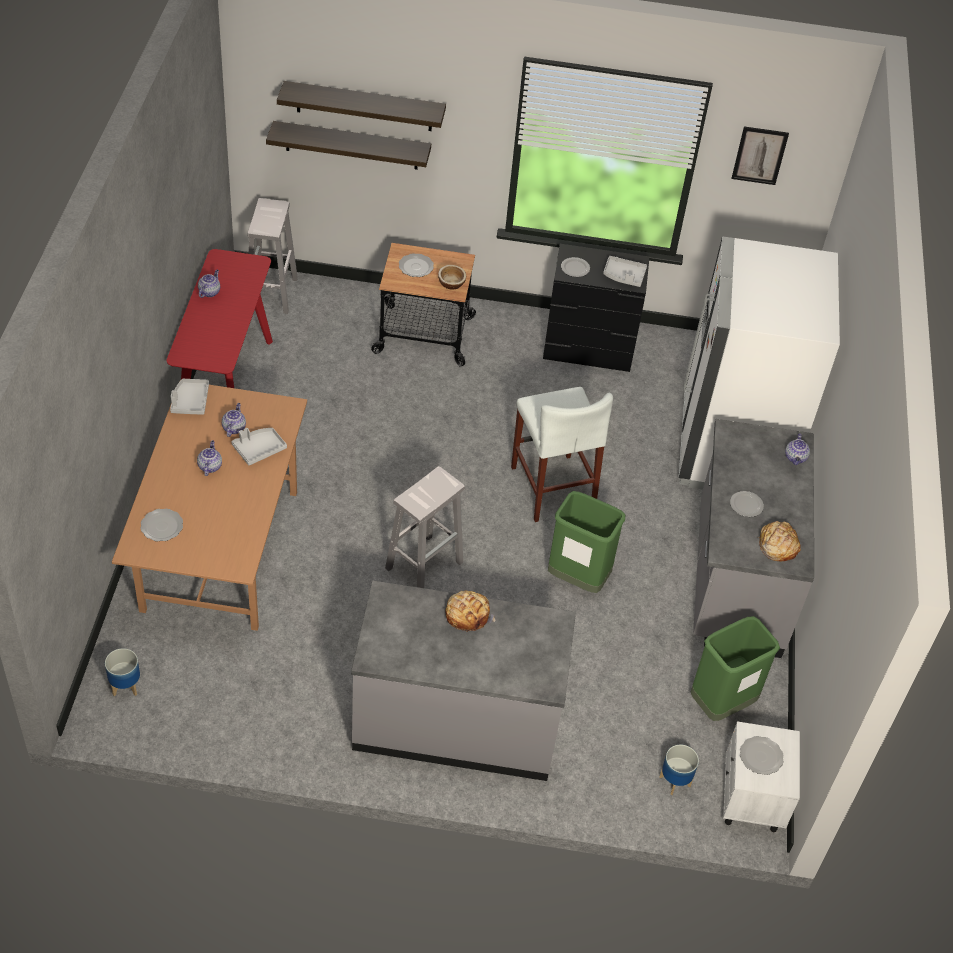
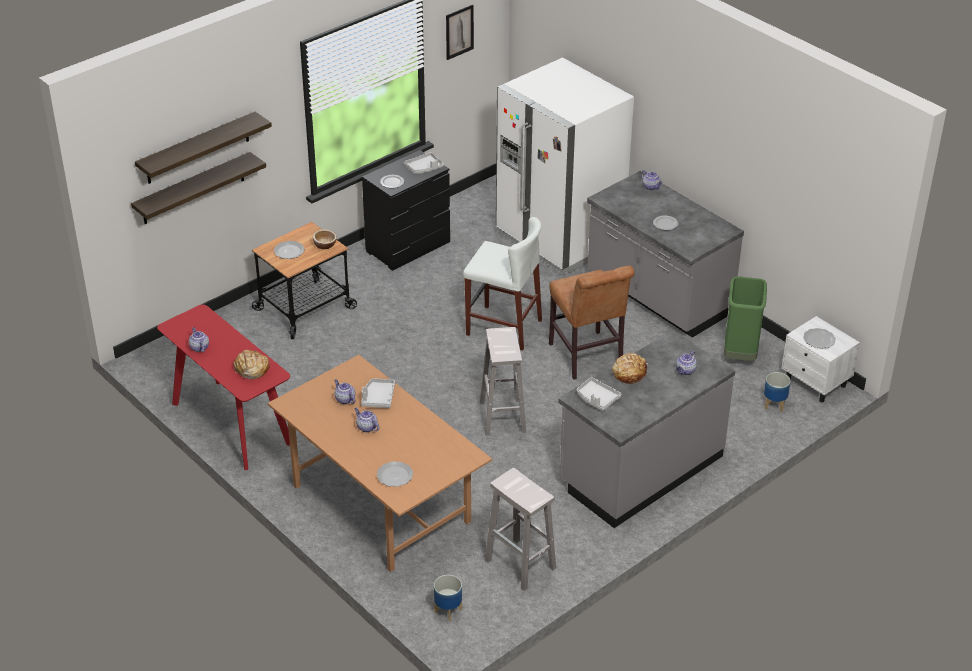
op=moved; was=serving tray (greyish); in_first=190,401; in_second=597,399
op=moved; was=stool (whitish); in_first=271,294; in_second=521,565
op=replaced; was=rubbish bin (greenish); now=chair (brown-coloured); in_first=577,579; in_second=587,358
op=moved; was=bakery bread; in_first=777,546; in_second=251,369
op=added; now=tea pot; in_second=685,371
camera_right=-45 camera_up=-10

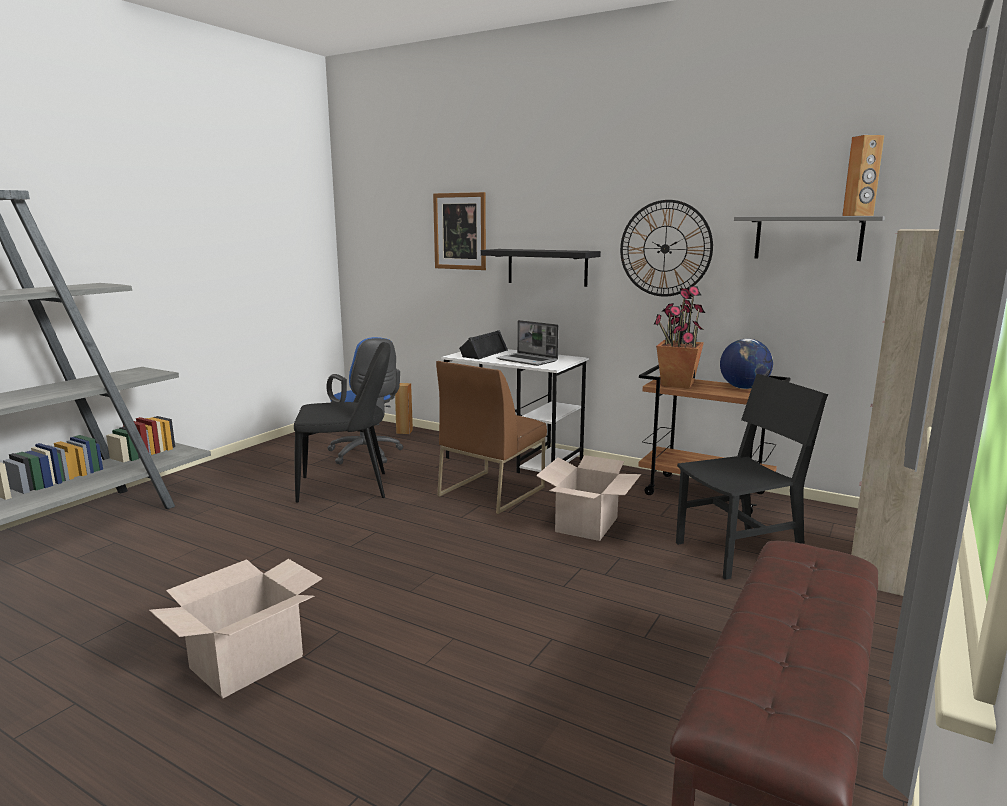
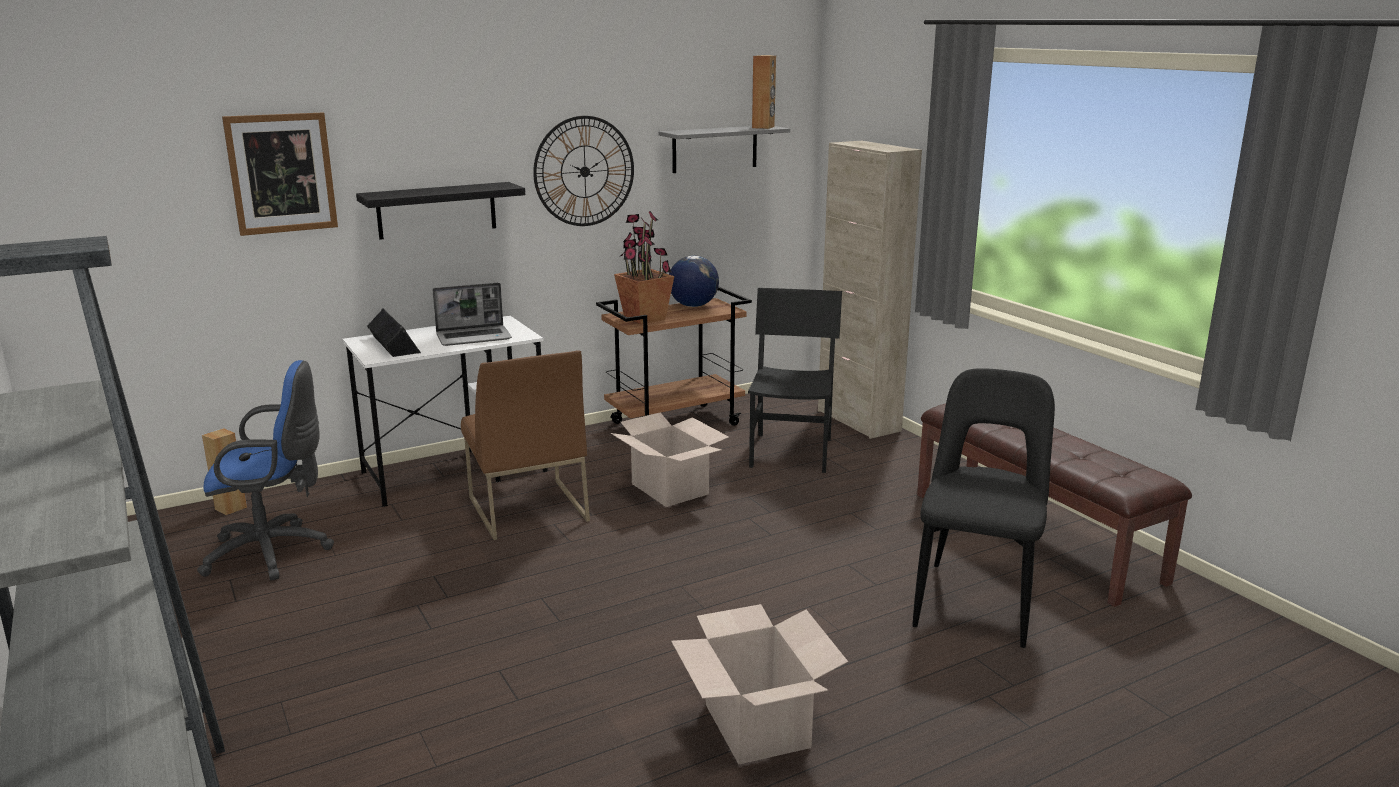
op=moved; was=chair (black-coloured); in_first=348,487; in_second=976,601
camera_right=-60 camera_up=5

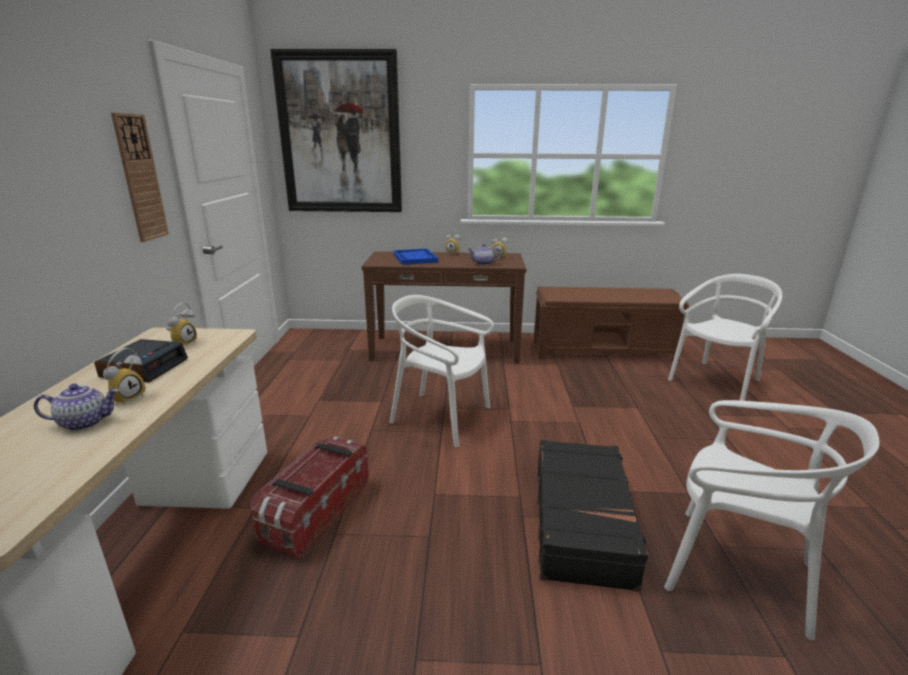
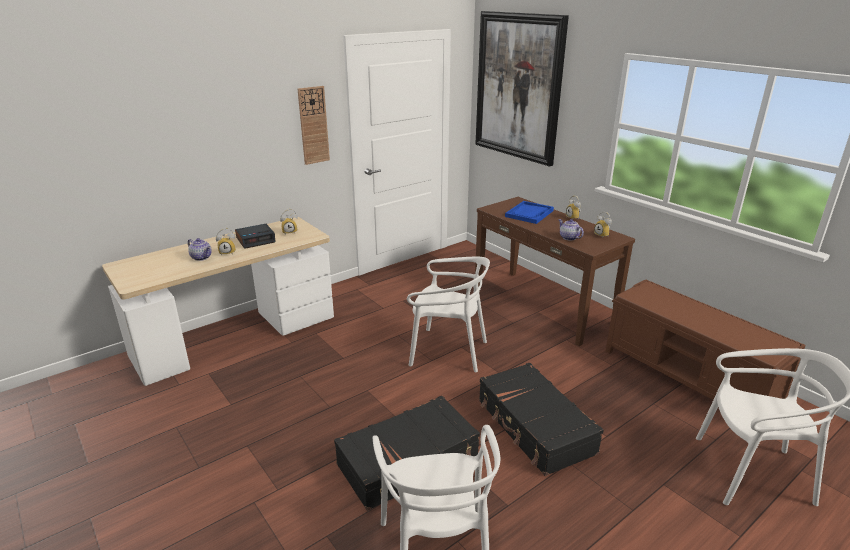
op=removed; was=storage container; in_first=315,513
op=turned; was=chair (whitish); in_first=441,417; in_second=448,351; clockwise=120
op=added; now=travel case (black-coloured); in_second=534,427
camera_right=50 camera_up=5

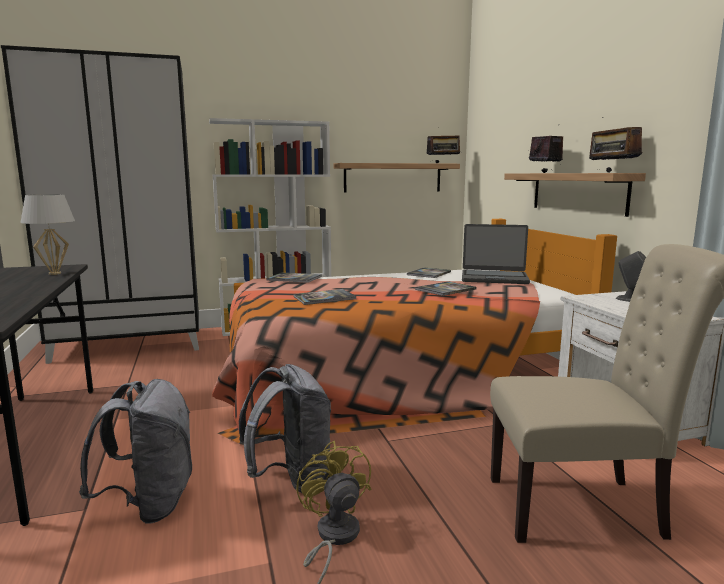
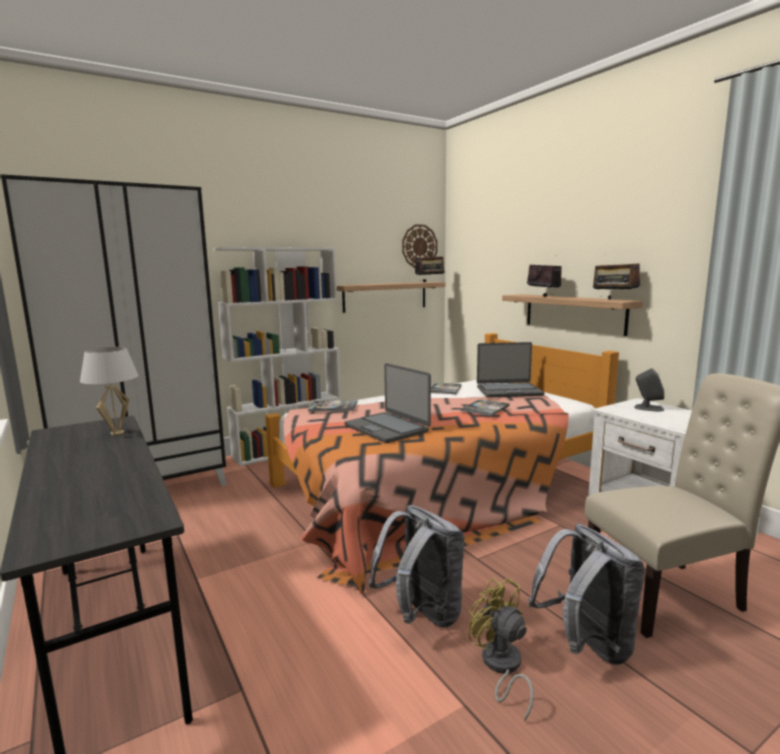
op=moved; was=rucksack (greyish); in_first=150,504; in_second=586,645
op=replaced; was=bound book; now=portable computer; in_first=324,298; in_second=387,428
op=added; now=wall clock; in_second=419,246
camera_right=-15 camera_up=0

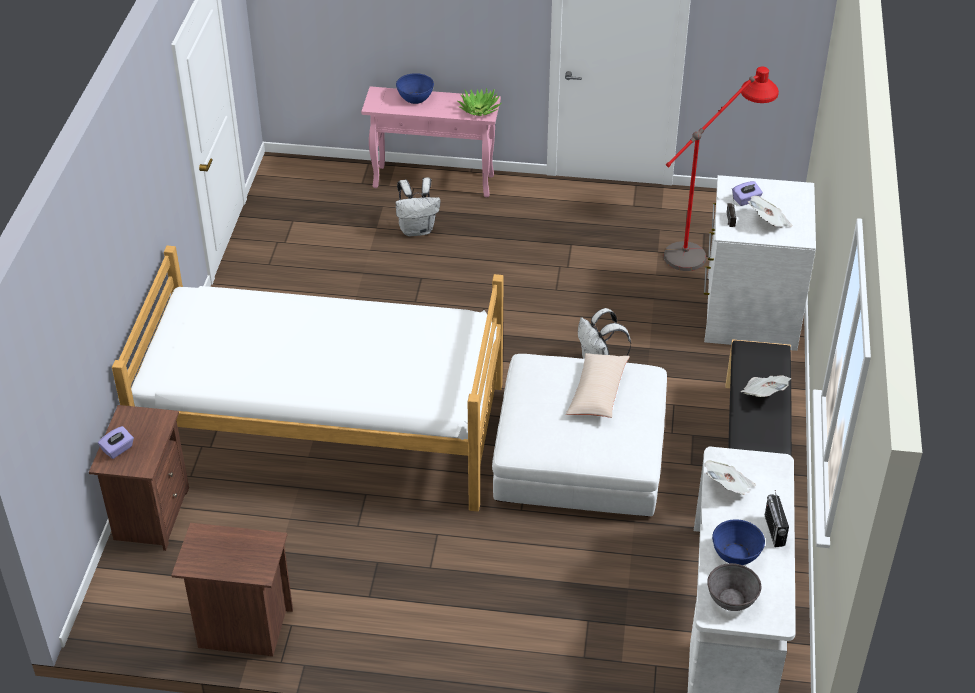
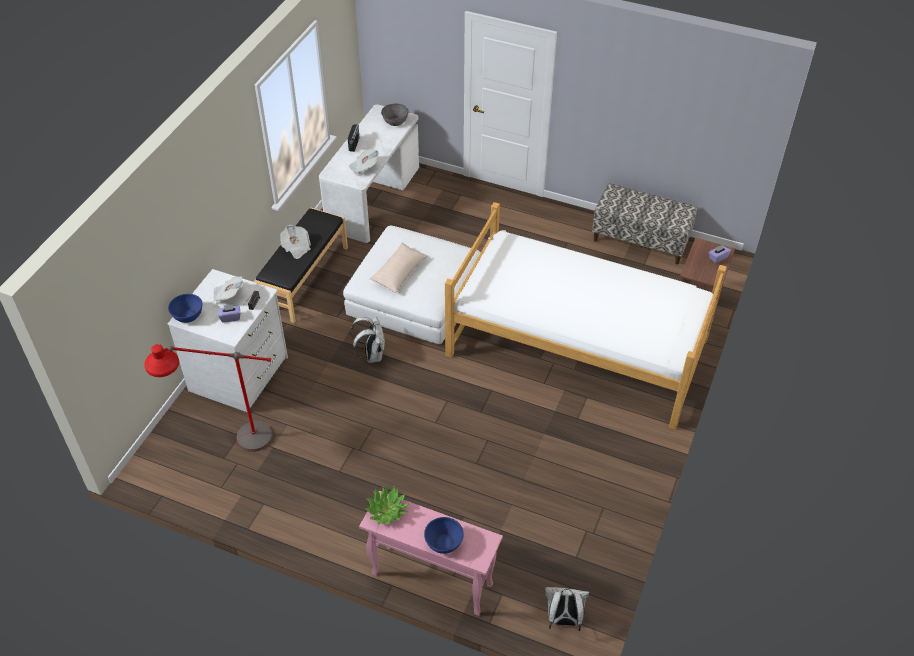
op=replaced; was=night table (brown-coloured); now=long seat; in_first=241,628; in_second=640,240
op=moved; was=rucksack (whitish); in_first=417,229; in_second=563,620
op=moved; was=bowl (blue); in_first=736,554; in_second=188,316
camera_right=-165 camera_up=5

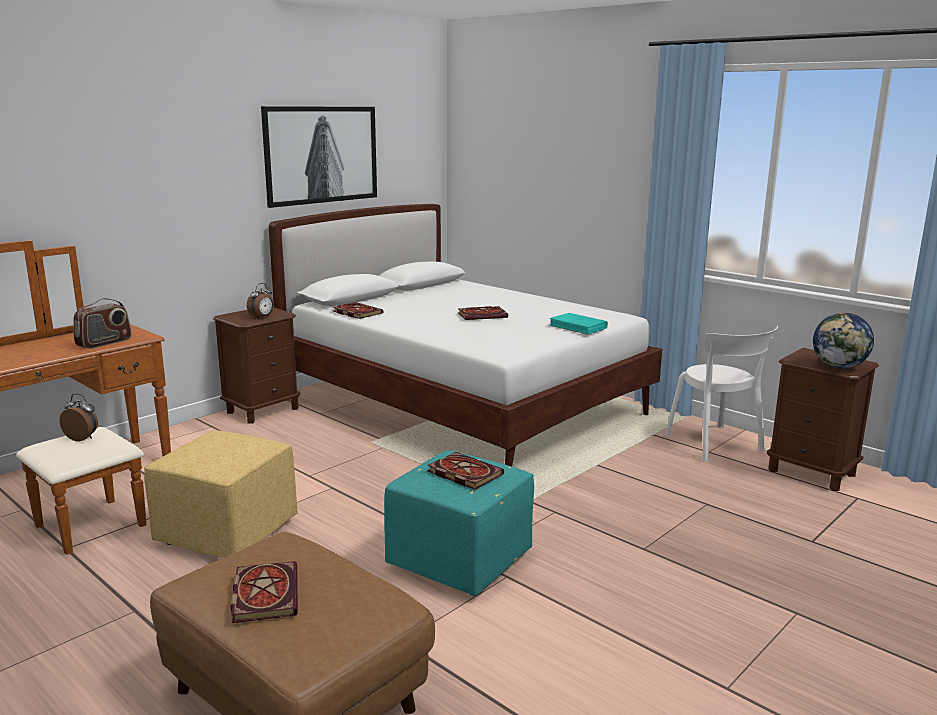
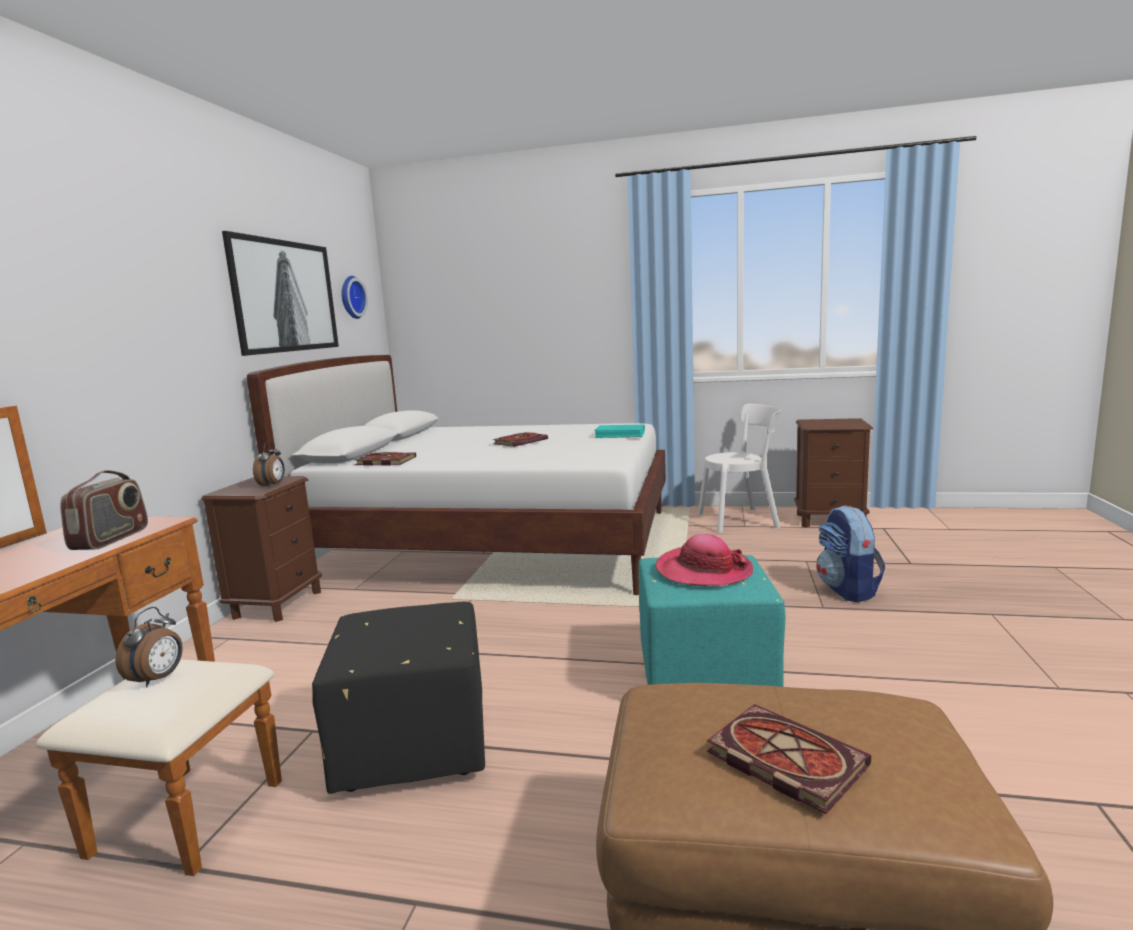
op=turned; was=alarm clock; in_first=83,438; in_second=158,679; clockwise=120
op=recoloured; was=footrest (yellow-coloured); now=footrest (black-coloured); in_first=226,532; in_second=411,745
op=replaced; was=bound book; now=clothing hat; in_first=462,473; in_second=703,570
op=turned; was=chair (whitish); in_first=716,444; in_second=741,520; clockwise=-45
op=removed; was=world globe; in_first=839,367
op=added; now=wall clock; in_second=351,297
op=added; now=rucksack; in_second=847,590
camera_right=-30 camera_up=-5

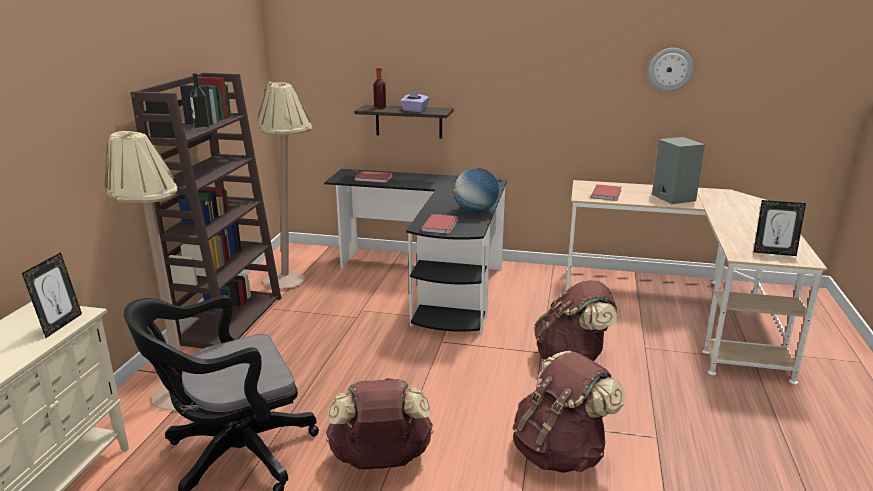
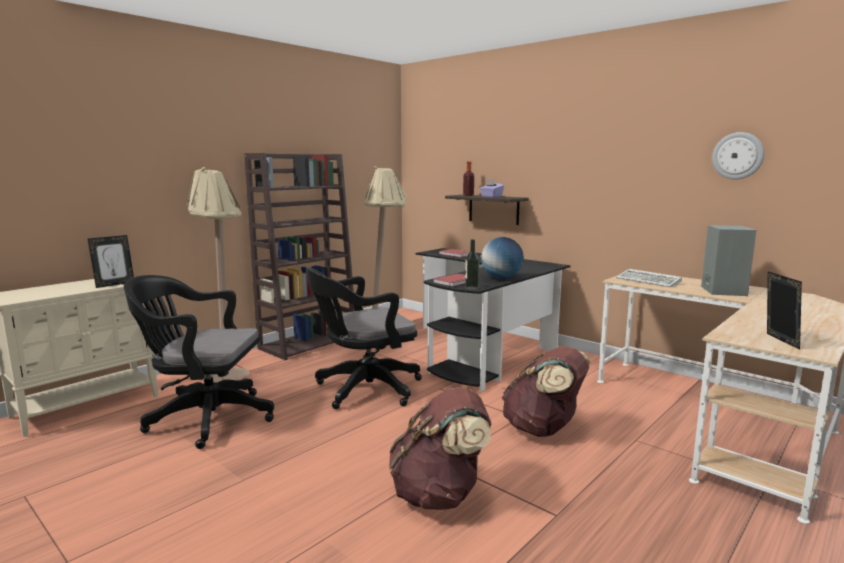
op=moved; was=bottle; in_first=202,128; in_second=471,288
op=removed; was=rucksack (brown-coloured); in_first=380,461
op=replaced; was=bound book (red); now=computer keyboard; in_first=607,194; in_second=649,281
op=turned; was=photo frame; in_first=774,253; in_second=778,341; clockwise=-135
op=added; now=desk chair (black-coloured); in_second=363,390
camera_right=30 camera_up=-10

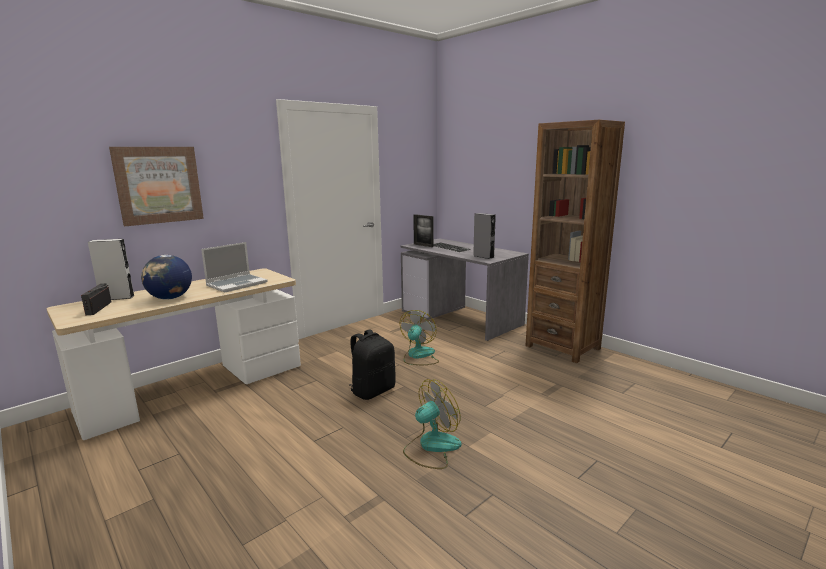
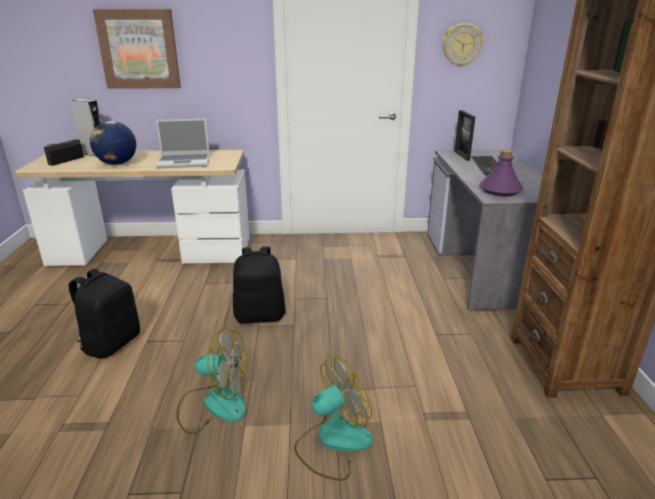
op=moved; was=cooling fan; in_first=418,356; in_second=333,442
op=replaced; was=audio speaker (greyish); now=bottle (purple-coloured); in_first=483,256; in_second=500,190
op=added; now=rucksack (black-coloured); in_second=111,343
op=added; now=wall clock; in_second=462,45
camera_right=40 camera_up=10

